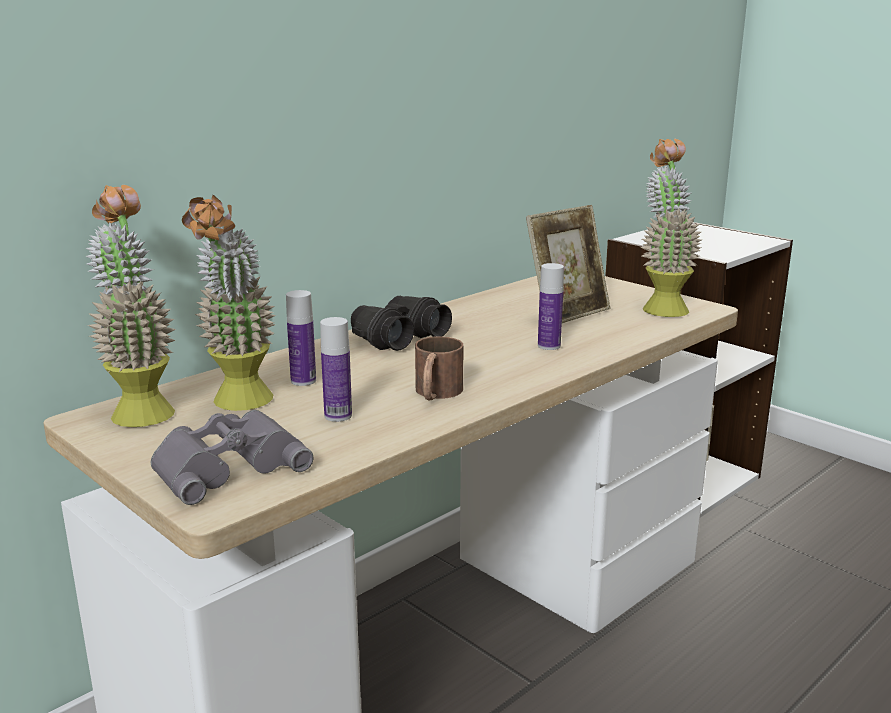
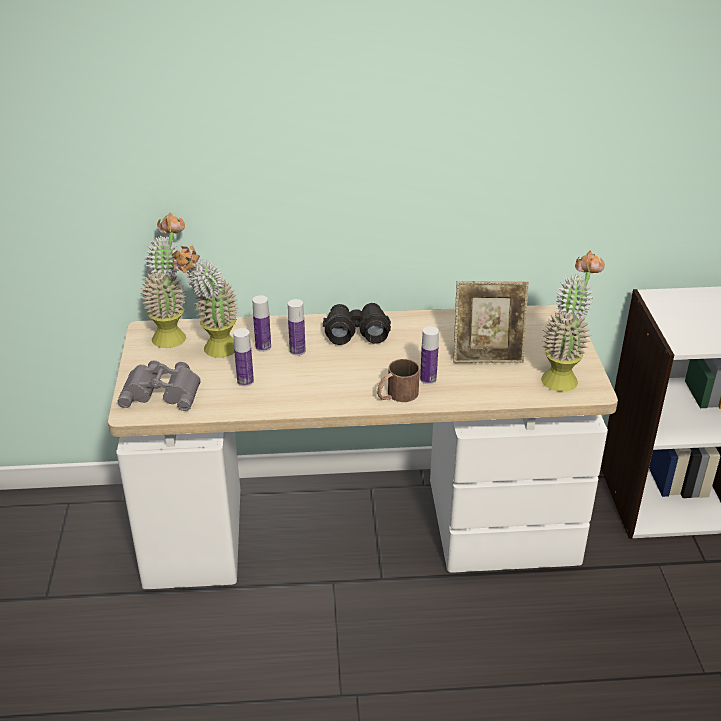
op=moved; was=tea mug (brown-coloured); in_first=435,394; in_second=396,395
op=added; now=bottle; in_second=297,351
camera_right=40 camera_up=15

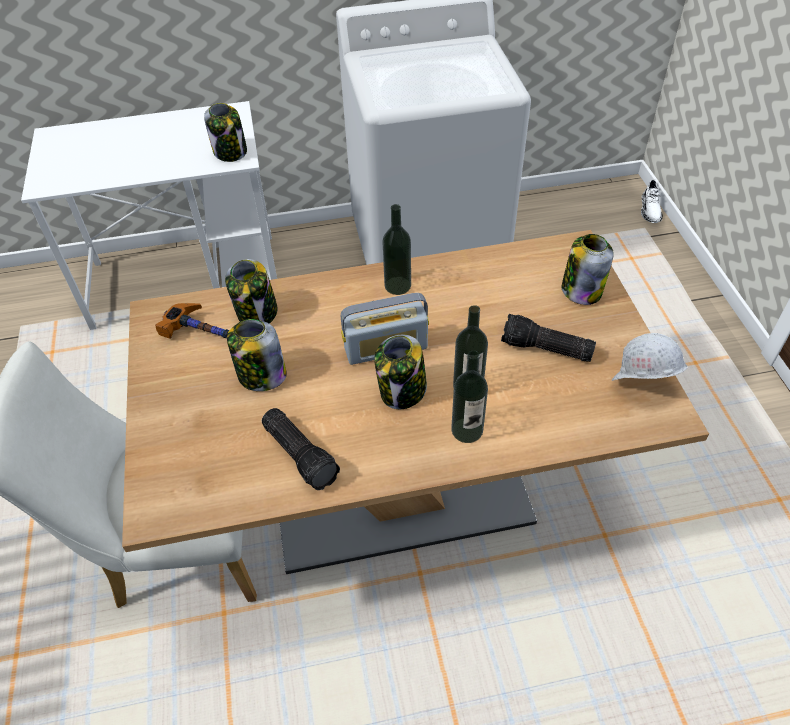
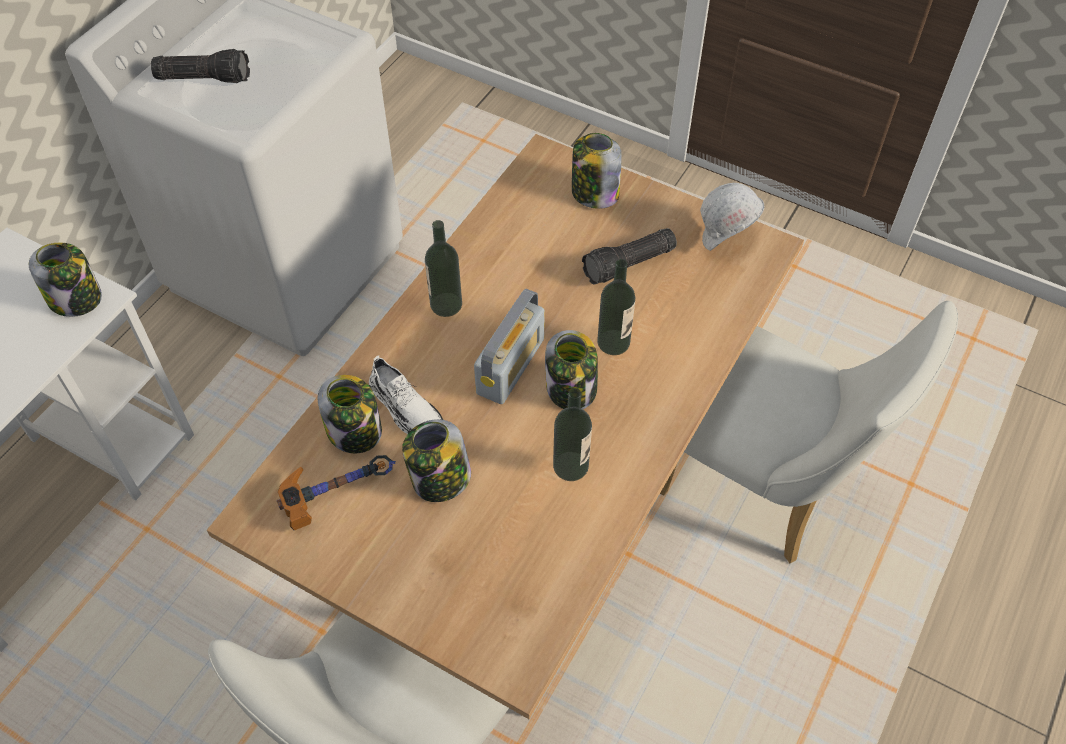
op=moved; was=flashlight; in_first=301,454; in_second=205,77
op=moved; was=bottle; in_first=467,430; in_second=570,466
op=moved; was=low shoe (whitish); in_first=650,209; in_second=406,407
op=added; now=chair (whitish); in_second=768,488
camera_right=-50 camera_up=5

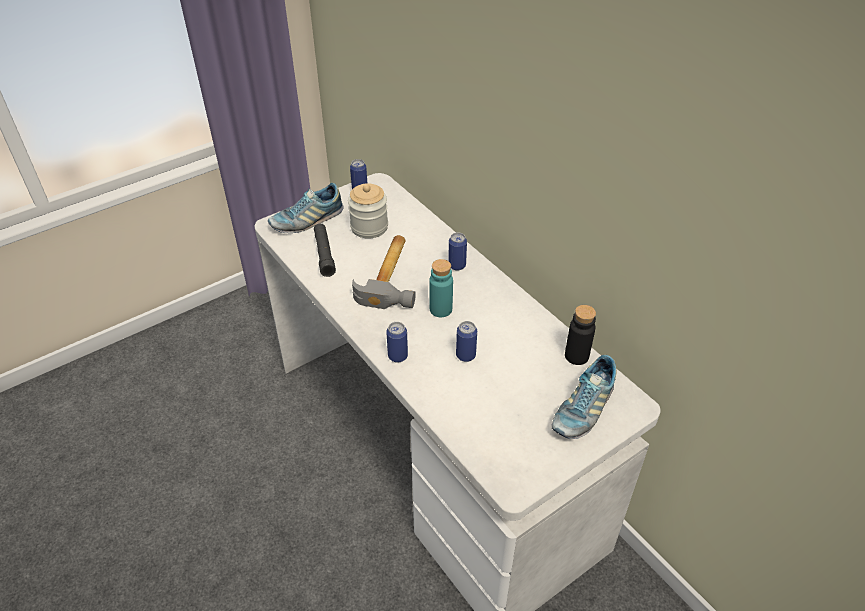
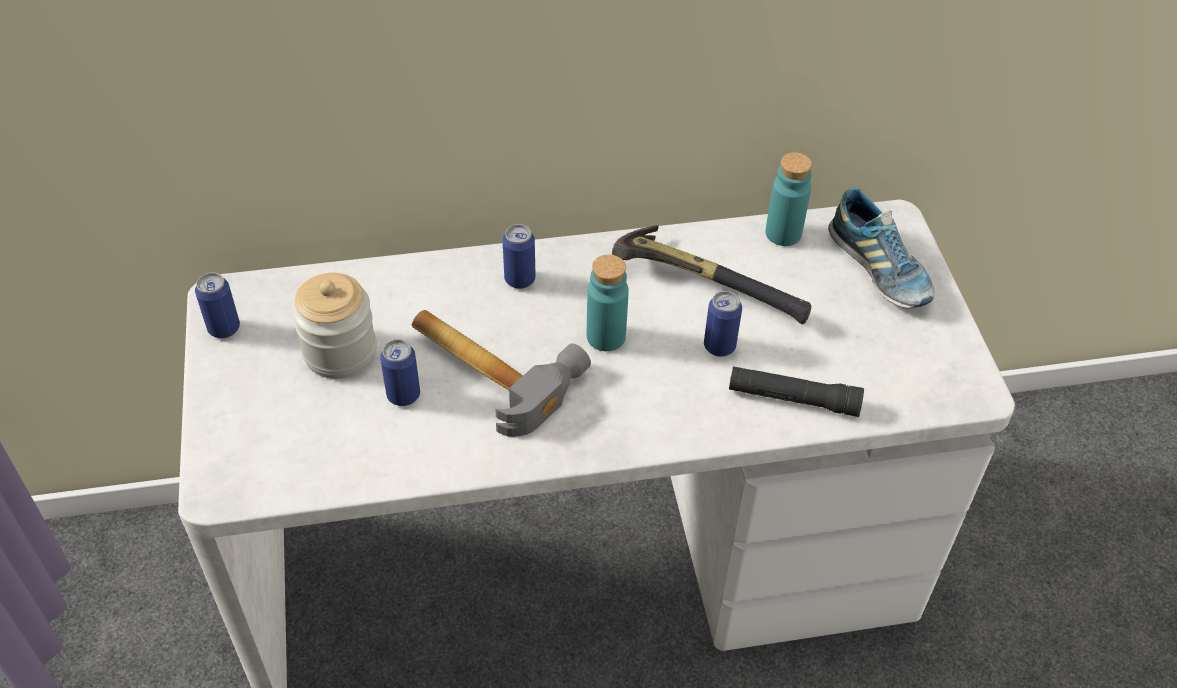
op=removed; was=low shoe; in_first=307,220
op=moved; was=flashlight (black-coloured); in_first=324,254; in_second=793,399
op=moved; was=can; in_first=397,356; in_second=403,395
op=recoloured; was=bottle (black-coloured); now=bottle (turquoise); in_first=576,356; in_second=783,233
op=added; now=hammer; in_second=708,283
camera_right=-65 camera_up=5

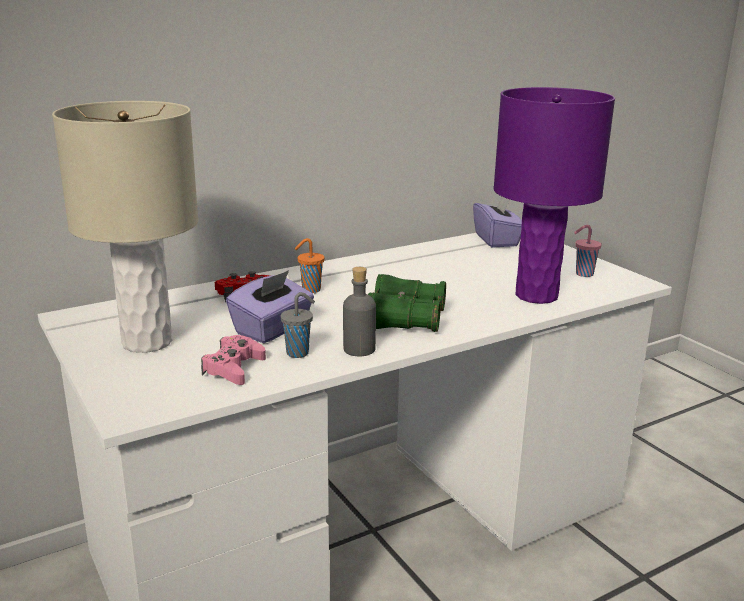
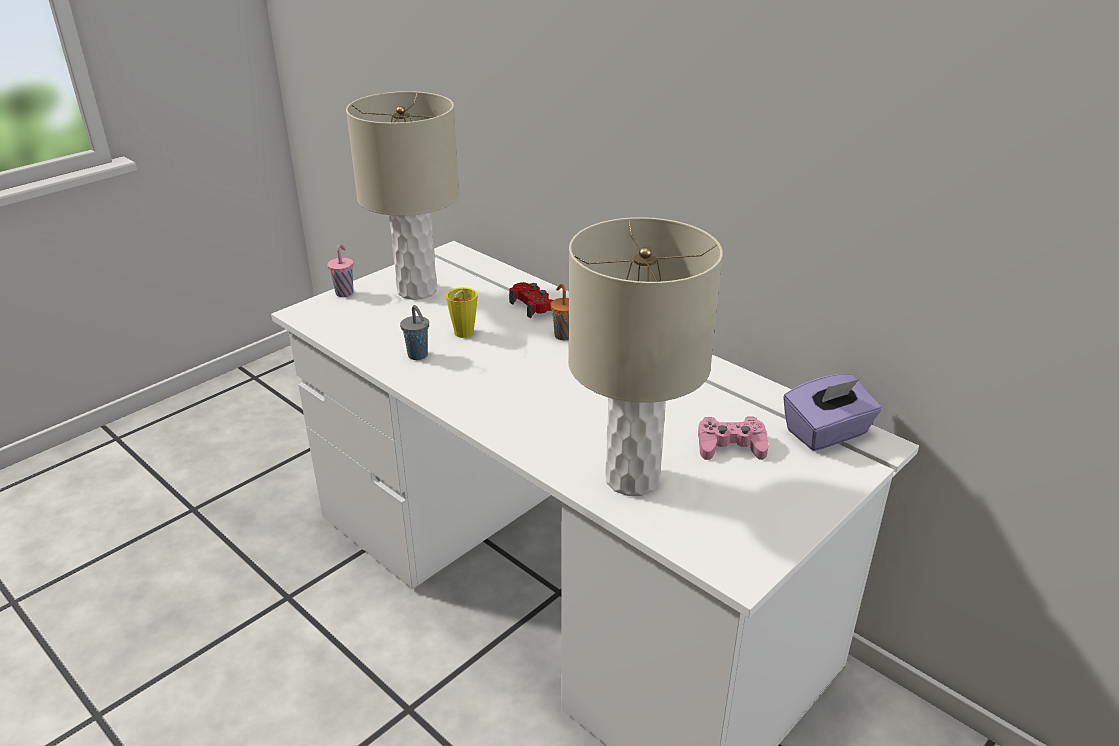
op=moved; was=game controller (pinkish); in_first=234,368; in_second=730,446
op=replaced; was=box of tissues (purple-coloured); now=drinking cup (yellow-coloured); in_first=272,329; in_second=462,335
op=removed; was=bottle (greyish); in_first=359,349
op=removed; was=field glasses (greenish); in_first=405,319
op=recoloured; was=table lamp (purple-coloured); now=table lamp (beige); in_first=536,296; in_second=631,479
op=moved; was=drinking cup (pinkish); in_first=583,274; in_second=345,292
camera_right=75 camera_up=10

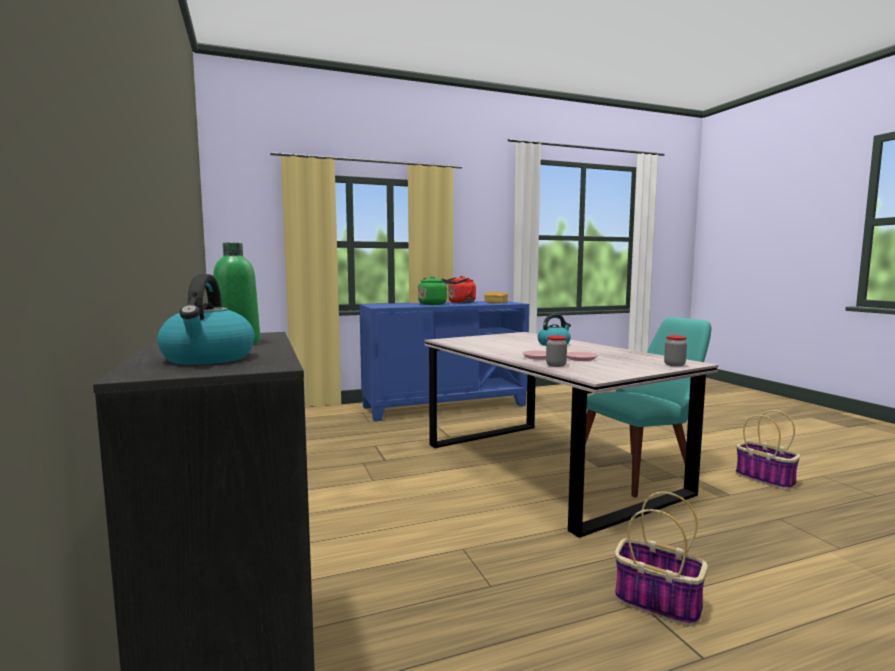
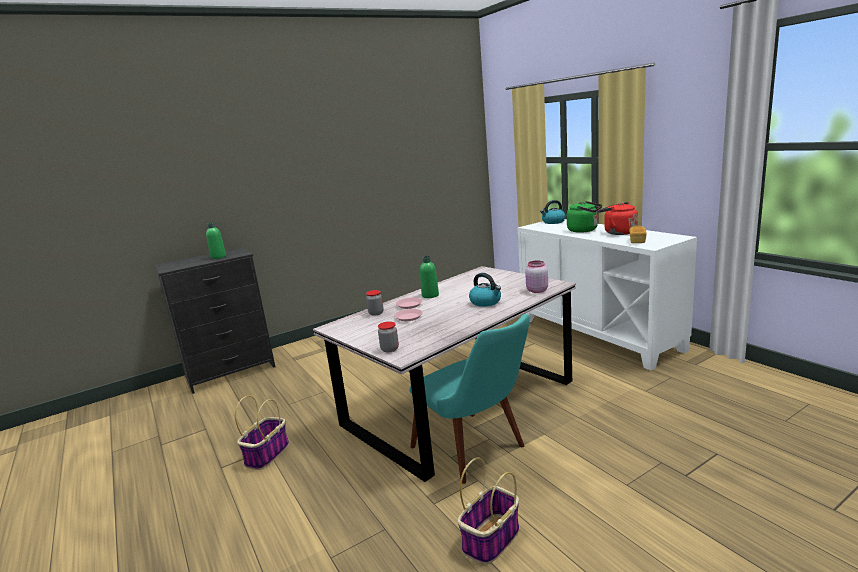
op=moved; was=water kettle; in_first=208,358; in_second=553,222
op=recoloured; was=storage cabinet (blue); now=storage cabinet (whitish); in_first=444,406; in_second=598,334
op=added; now=bottle (greenish); in_second=430,295
op=added; now=jar (pinkish); in_second=536,291
camera_right=80 camera_up=10

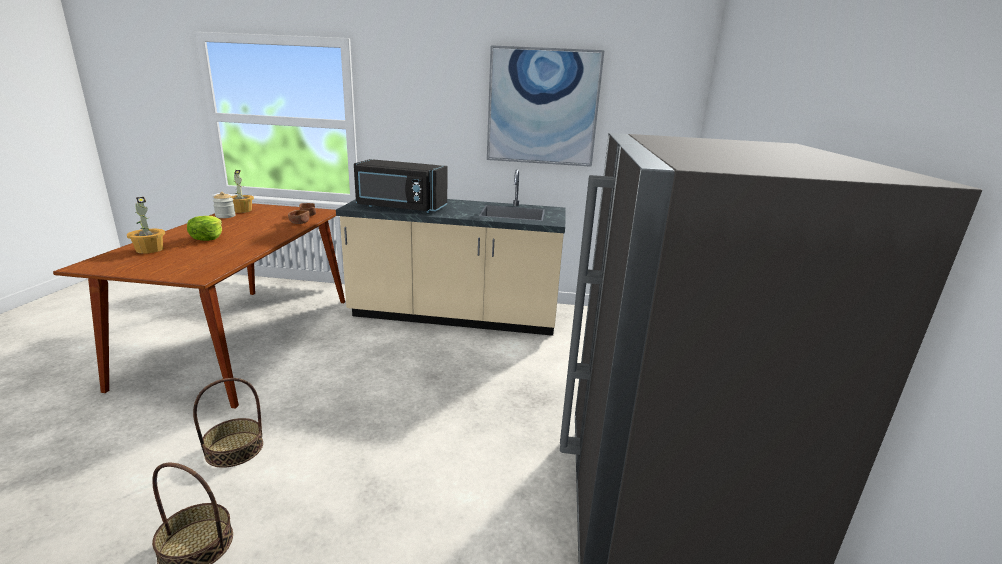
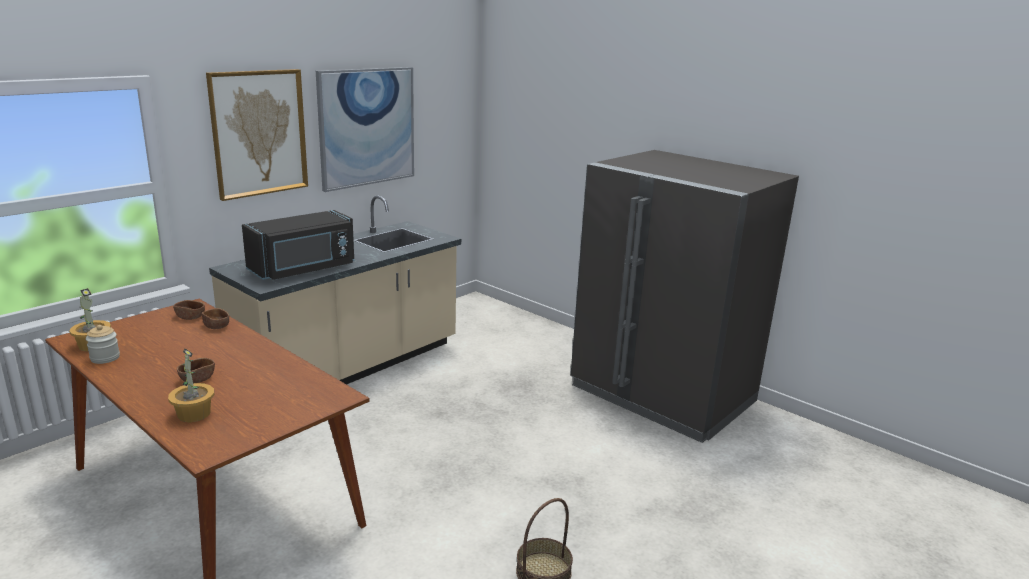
op=replaced; was=lettuce; now=bowl (brown-coloured); in_first=207,238; in_second=197,379
op=removed; was=storage basket; in_first=234,449
op=added; now=wall picture; in_second=259,133
camera_right=-55 camera_up=0

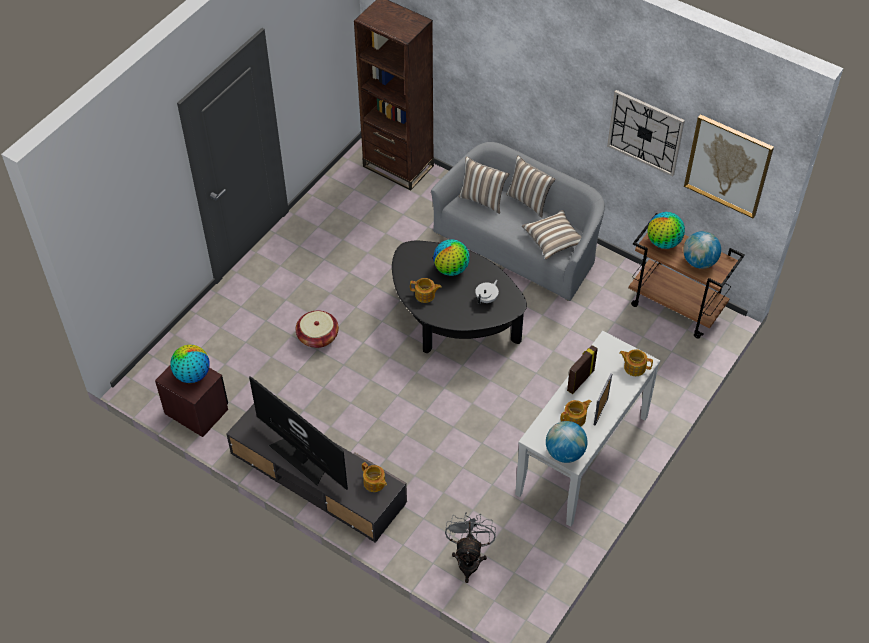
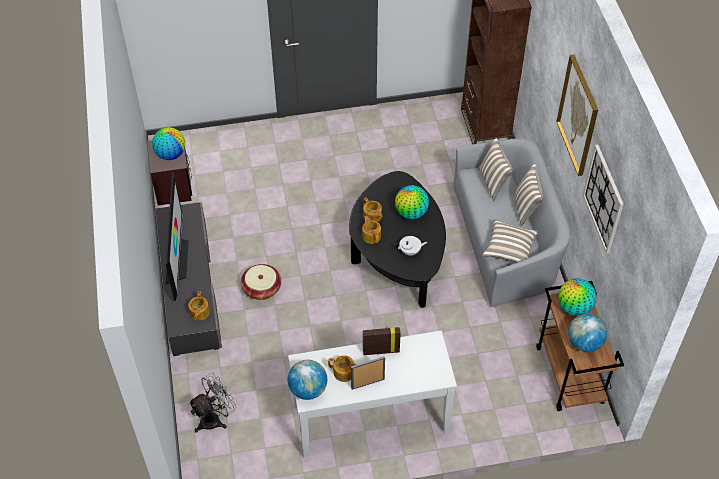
op=moved; was=storage basket; in_first=318,336; in_second=261,288
op=moved; was=tea pot; in_first=634,367; in_second=371,235
op=moved; was=wall picture; in_first=728,165; in_second=578,115
camera_right=45 camera_up=0

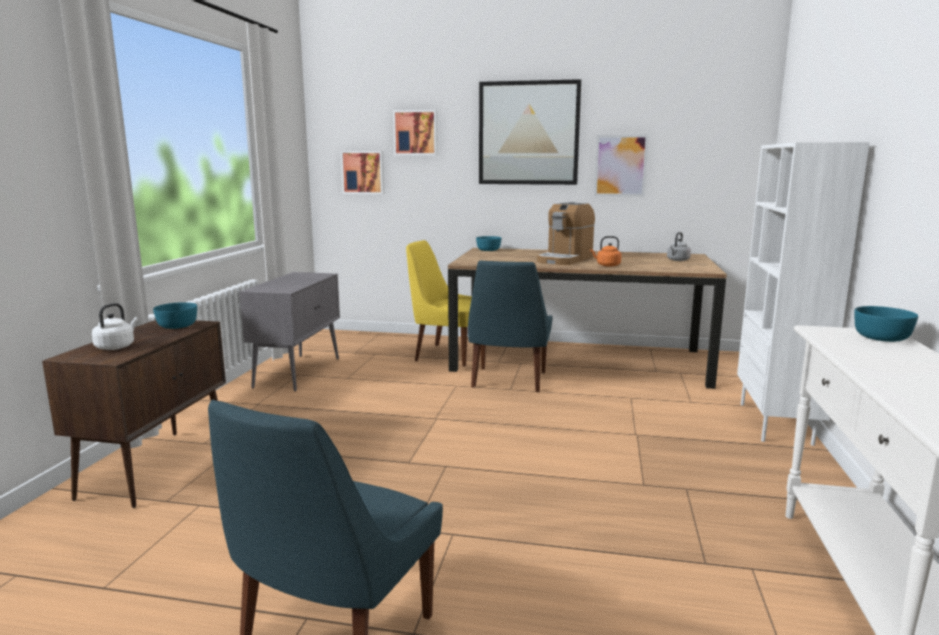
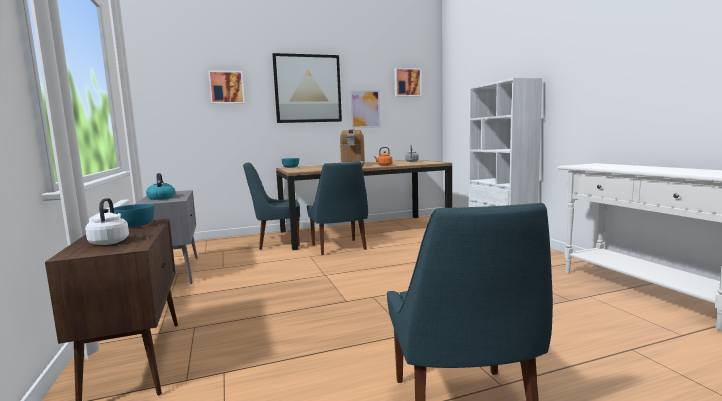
op=moved; was=wall picture; in_first=363,172; in_second=407,82
op=recoloured; was=chair (yellow-coloured); now=chair (blue); in_first=446,355; in_second=277,242
op=removed; was=bowl (turquoise); in_first=882,338
op=added; now=water kettle; in_second=161,198
camera_right=-30 camera_up=-5

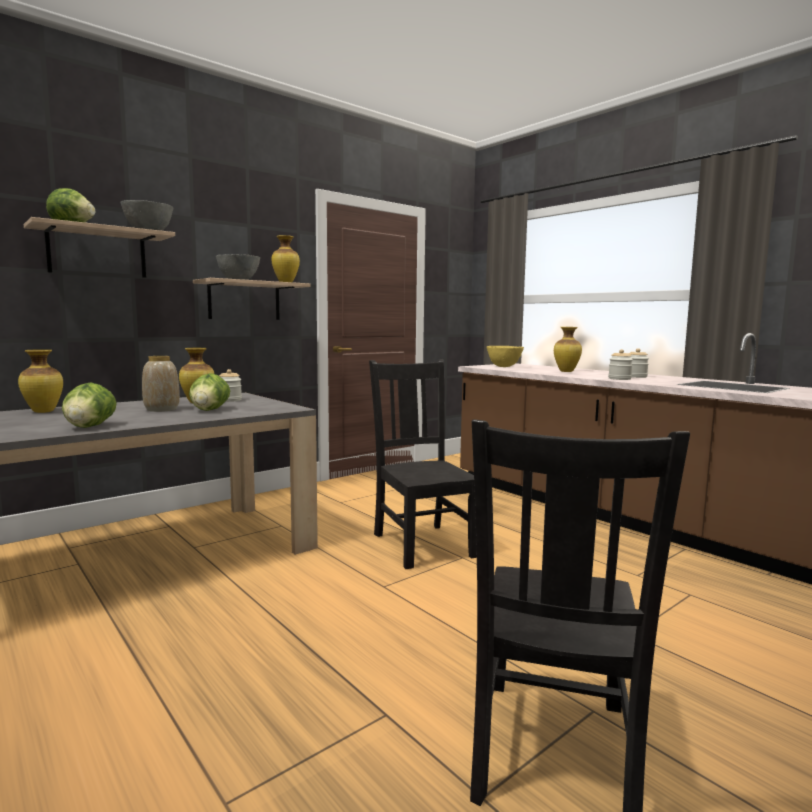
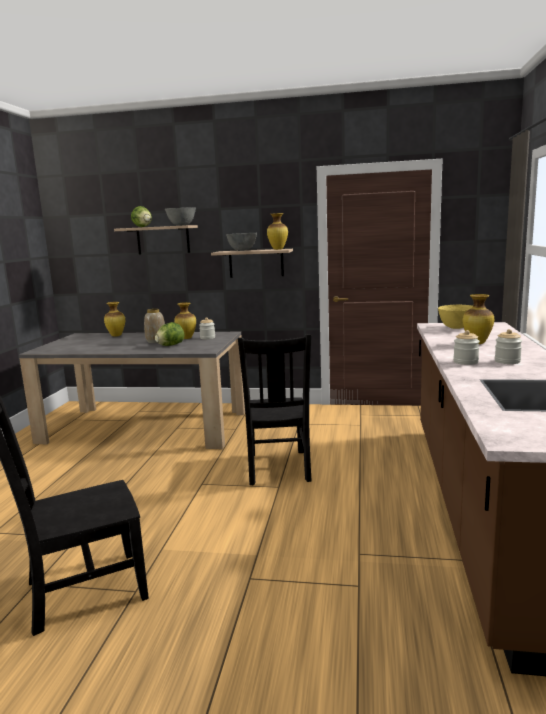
op=removed; was=lettuce; in_first=89,427
op=turned; was=chair (black-coloured); in_first=422,543; in_second=278,468; clockwise=150
camera_right=50 camera_up=5

